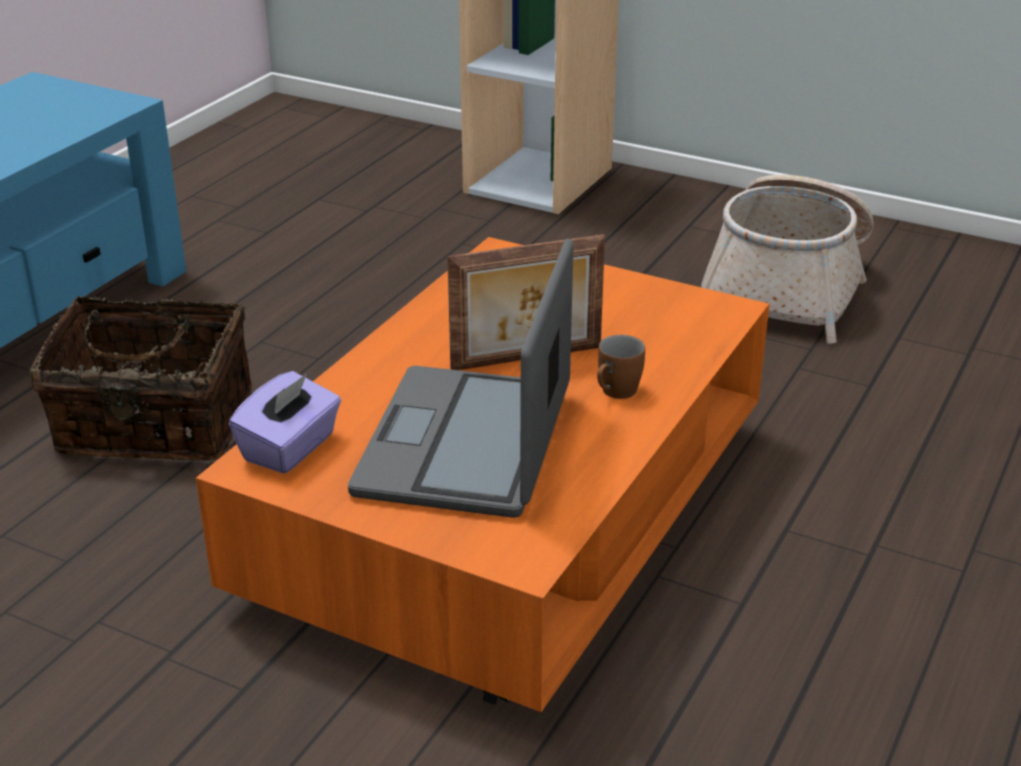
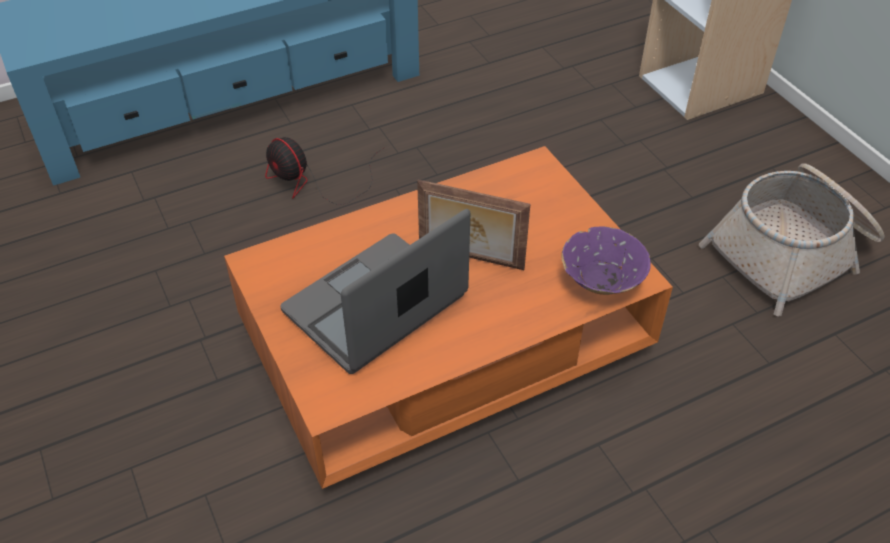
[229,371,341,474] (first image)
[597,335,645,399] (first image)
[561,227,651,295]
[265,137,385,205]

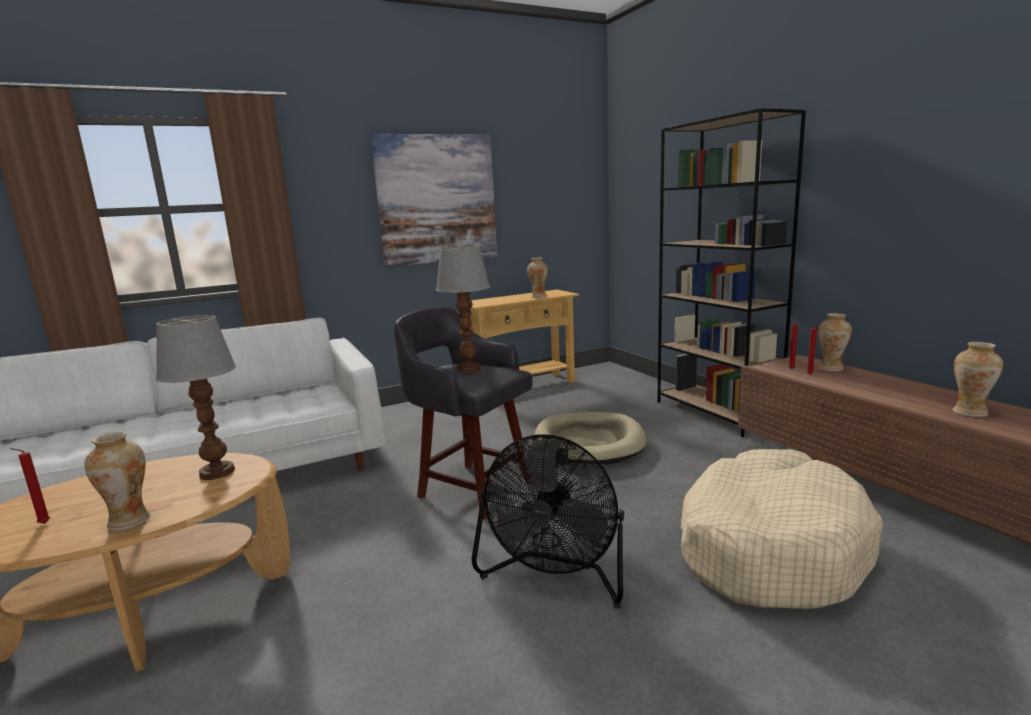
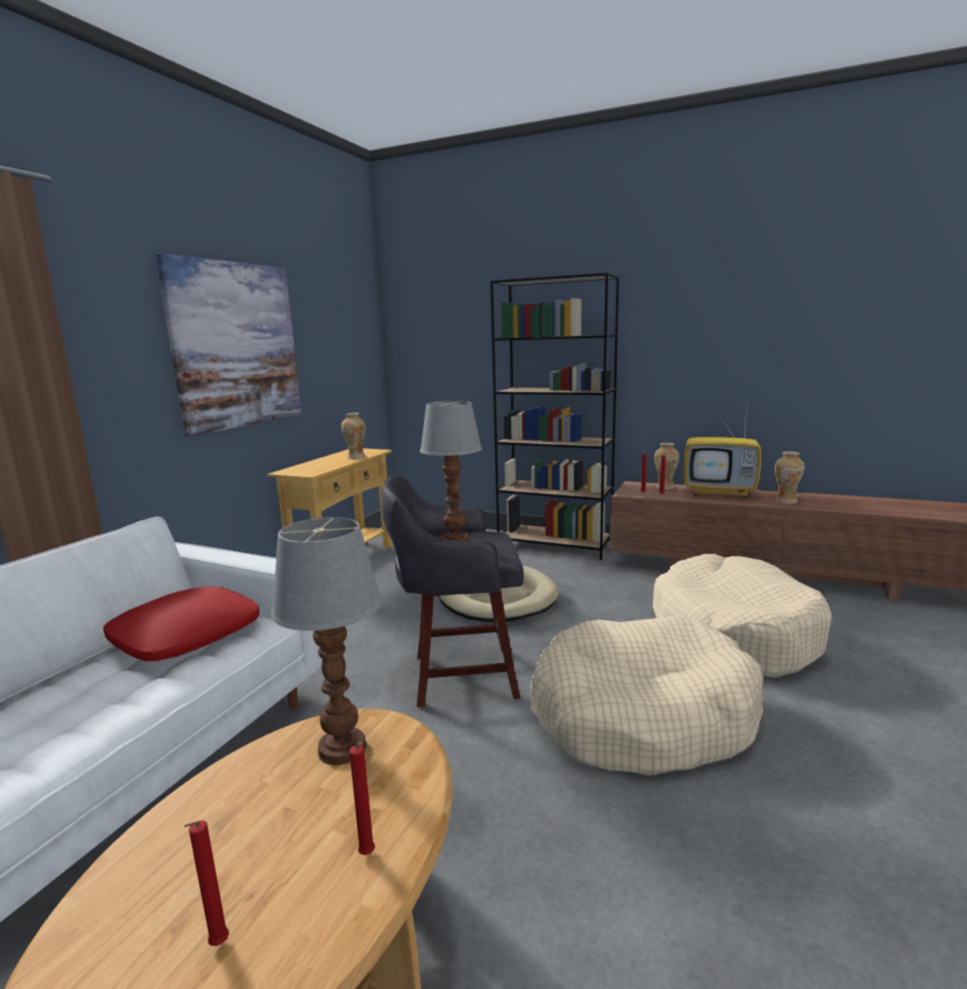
[103,586,260,661]
[684,398,761,498]
[349,743,375,855]
[530,616,763,776]

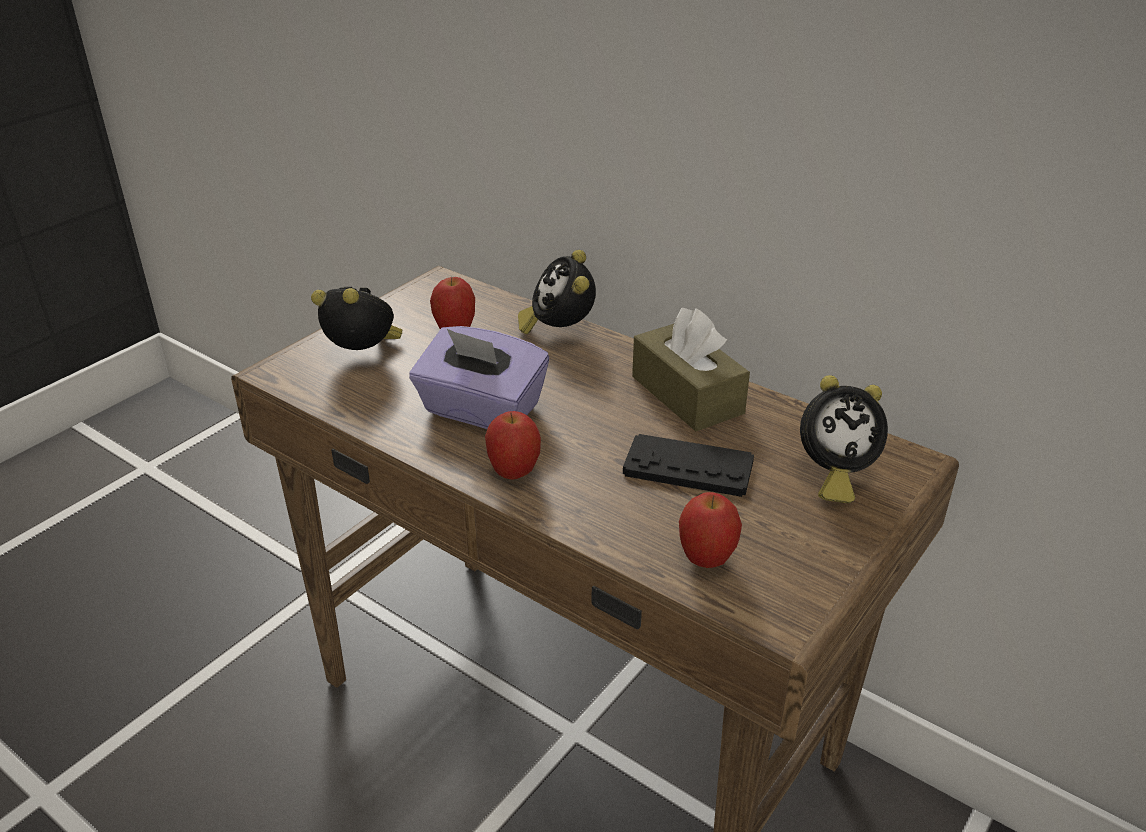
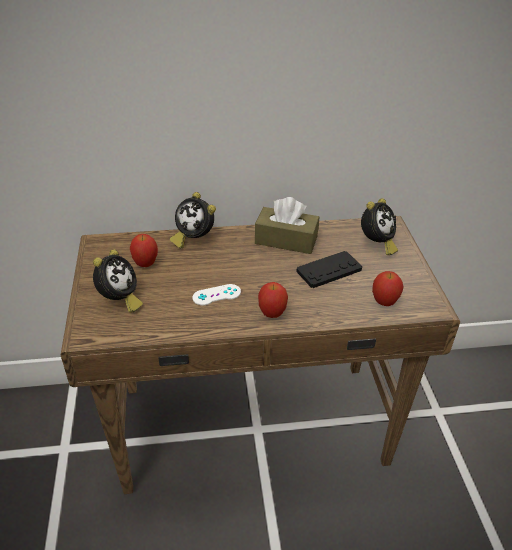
[192,284,241,306]
[93,249,143,313]

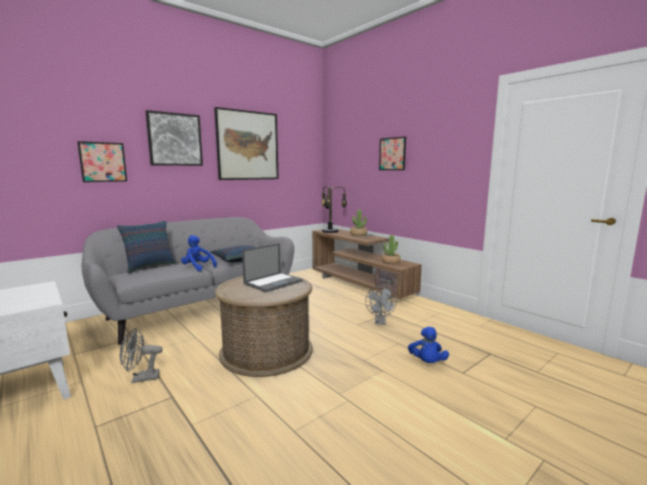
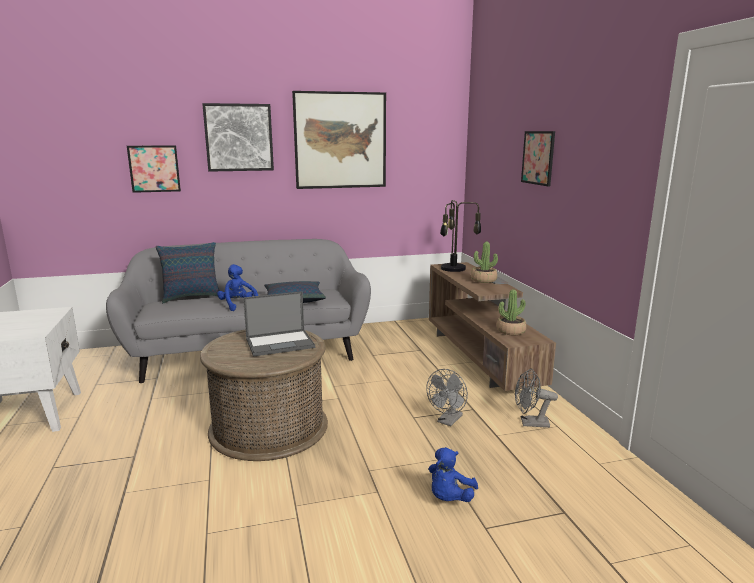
[515,368,558,428]

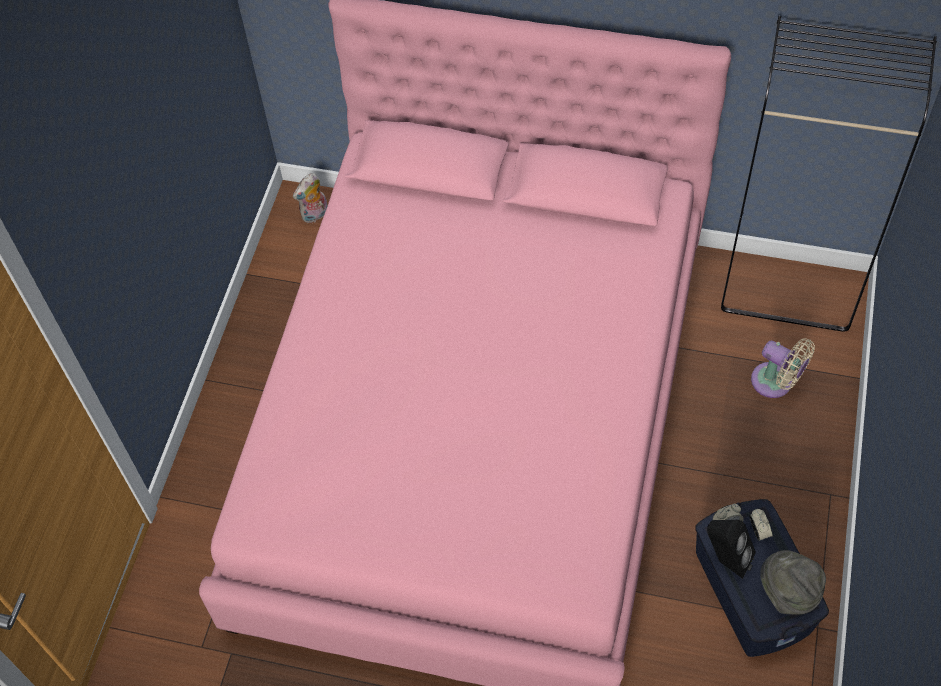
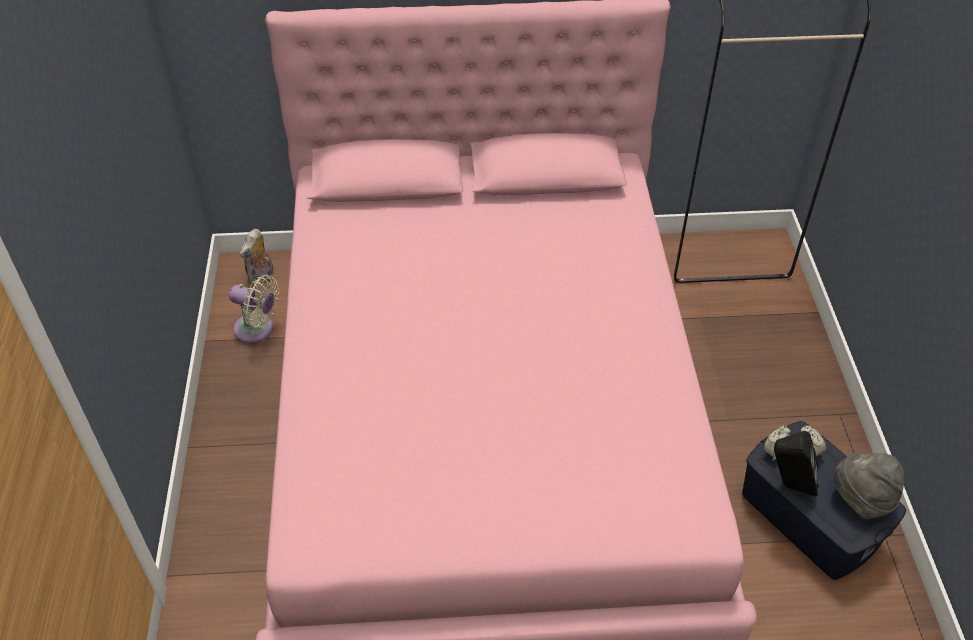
[229,275,279,343]

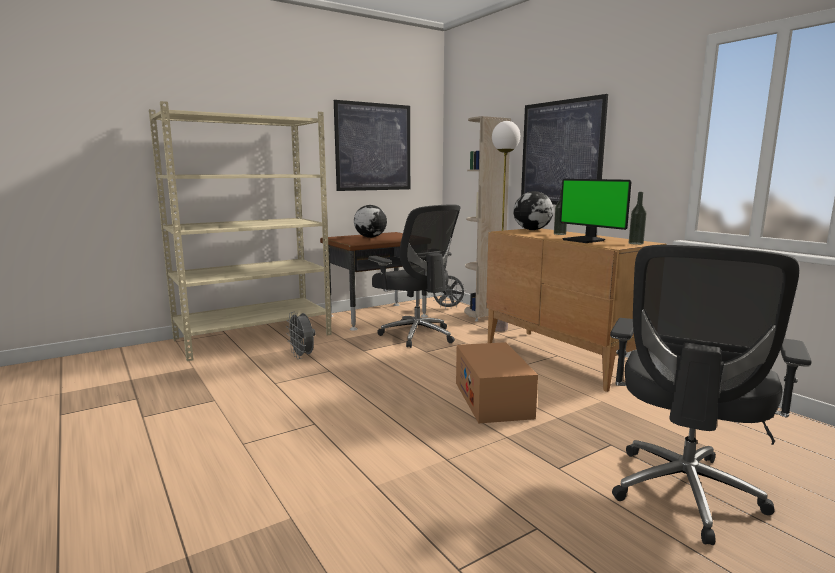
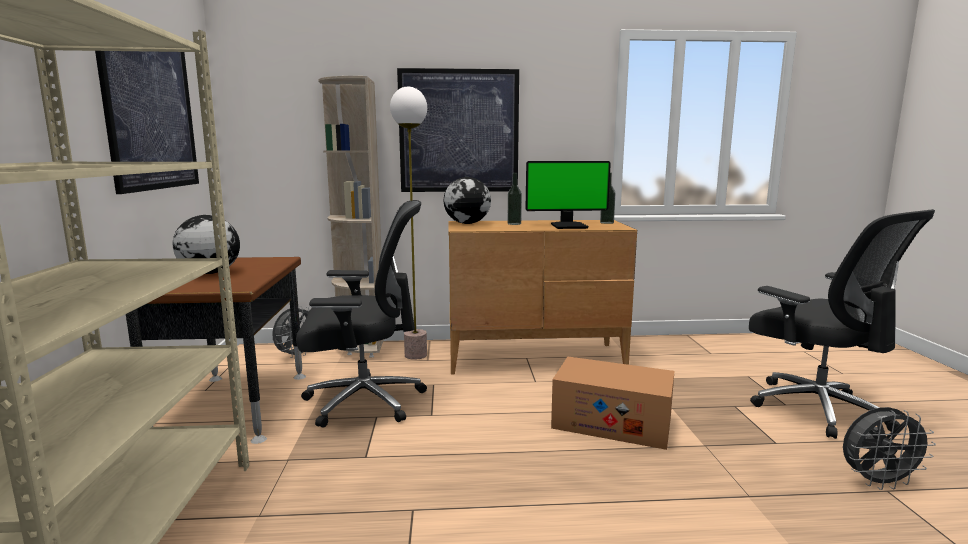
[843,407,936,490]

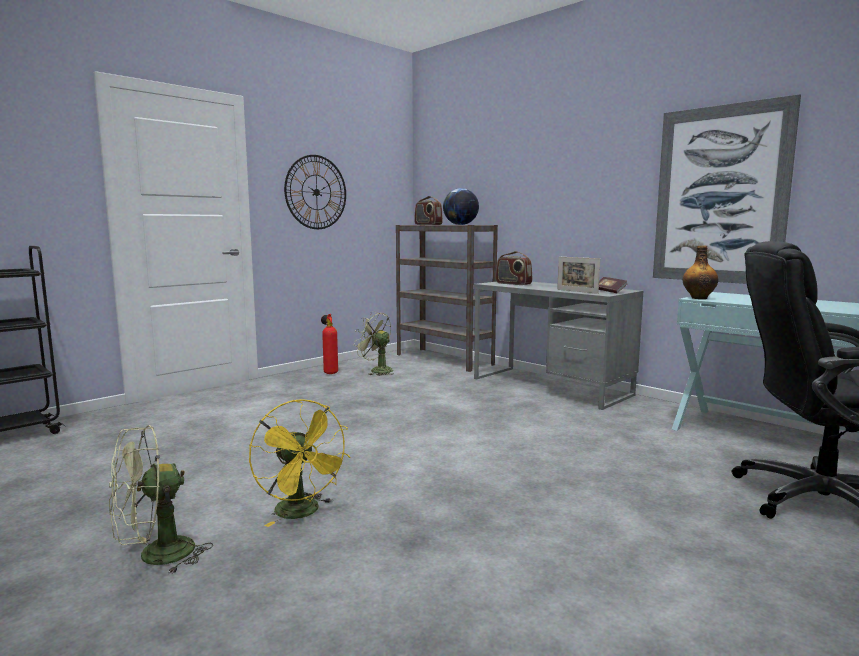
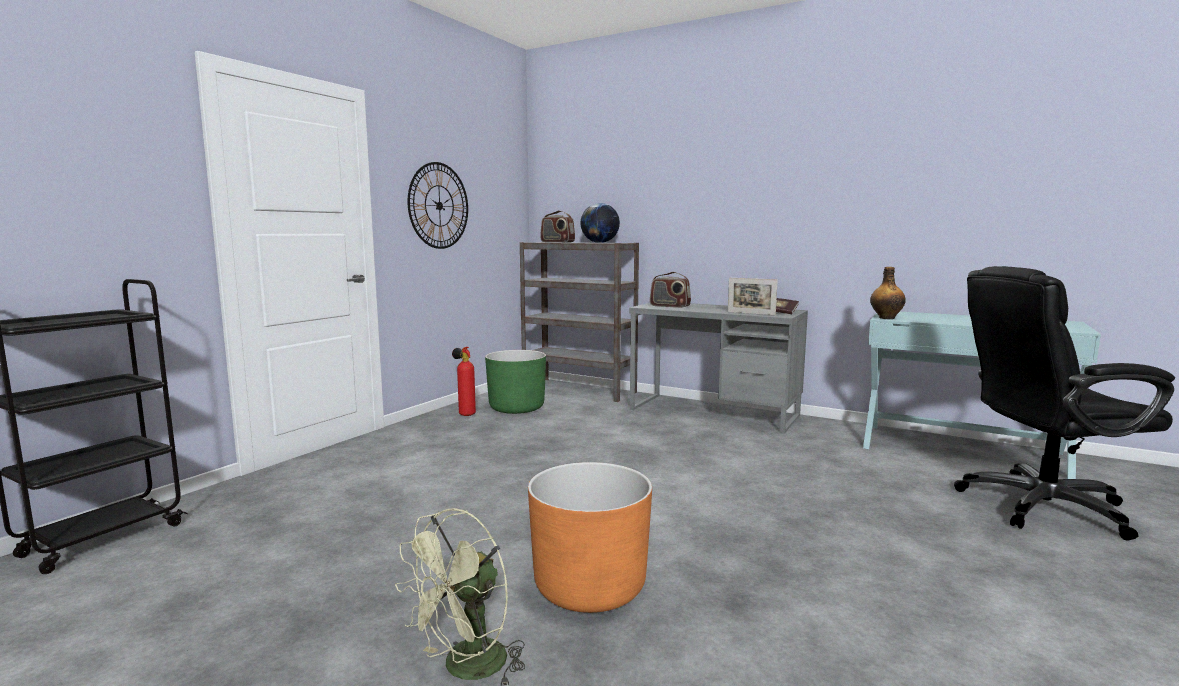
[653,94,801,284] (first image)
[528,462,652,613]
[485,350,546,414]

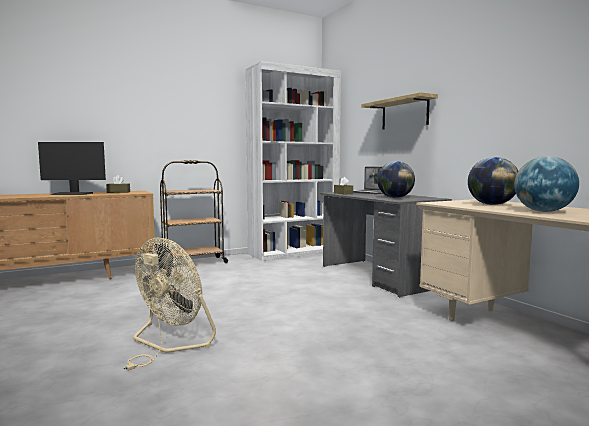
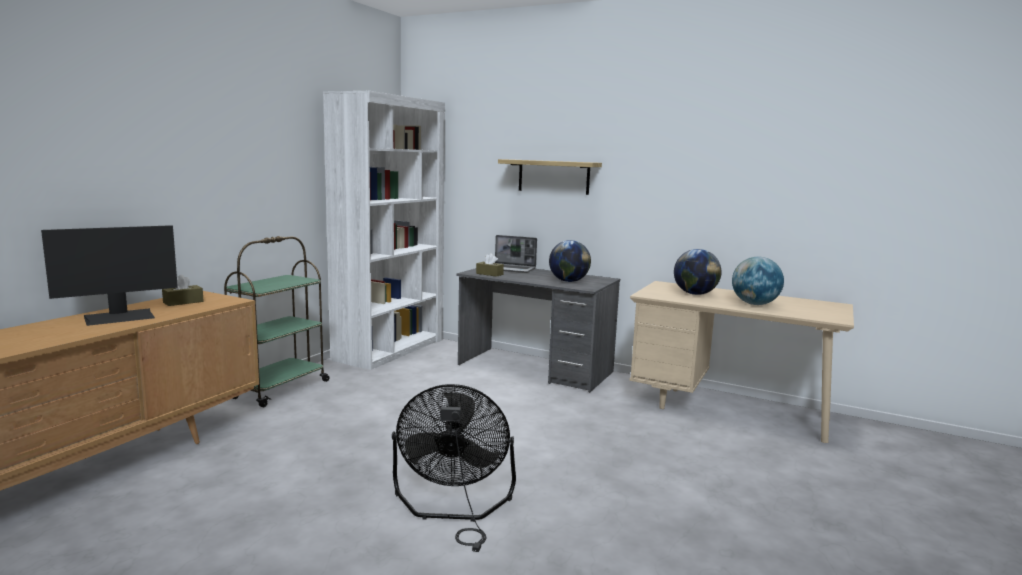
[392,384,516,552]
[224,236,330,407]

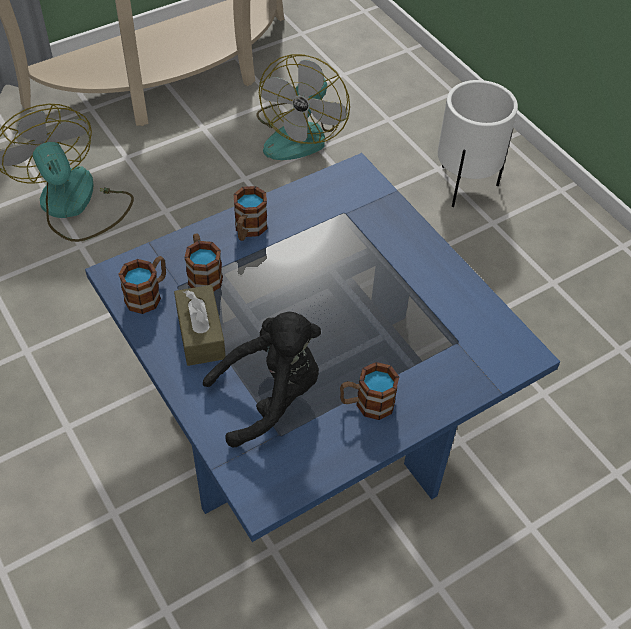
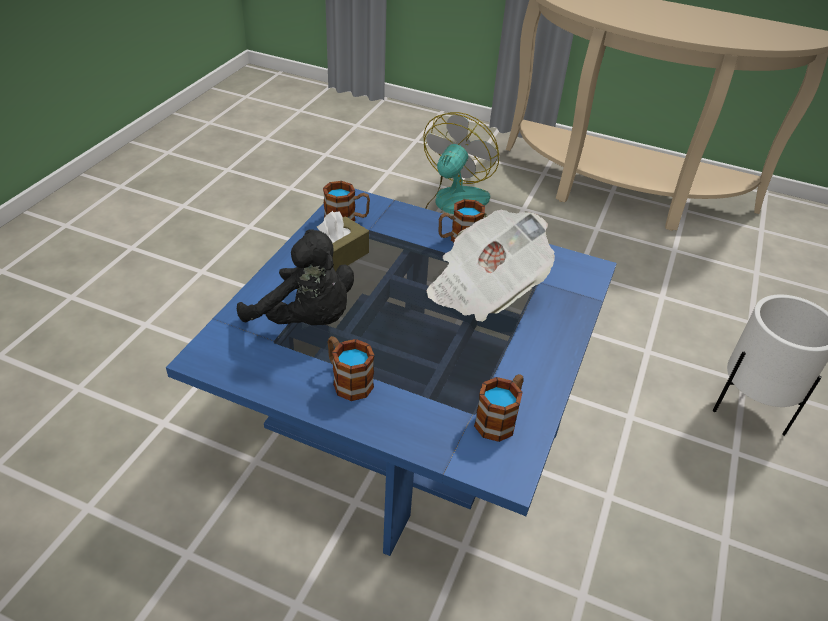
[256,54,350,160] (first image)
[427,210,555,322]
[474,374,523,442]

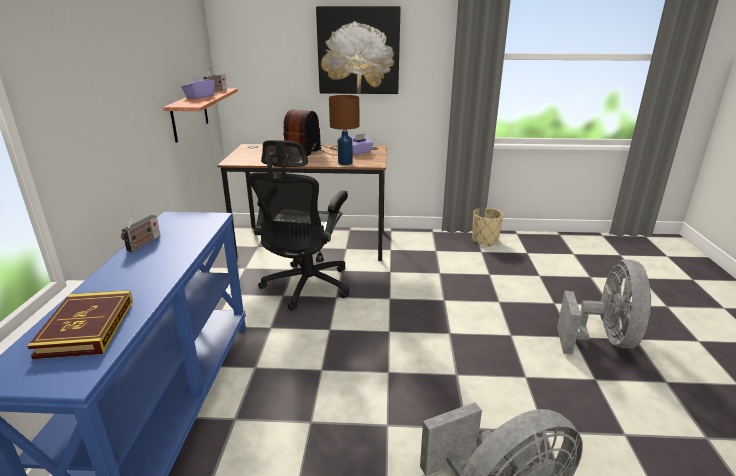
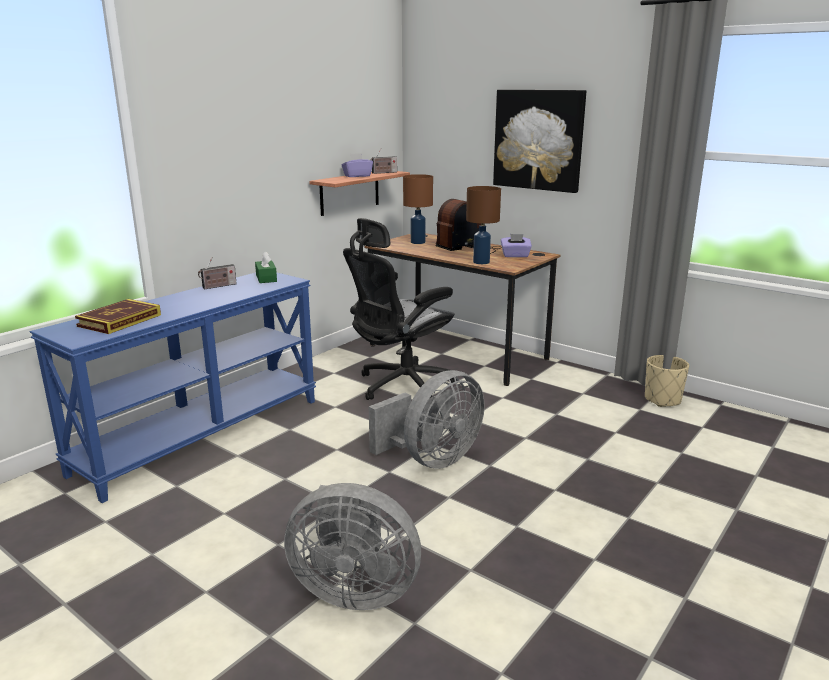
[255,251,277,283]
[403,174,433,244]
[369,370,485,469]

